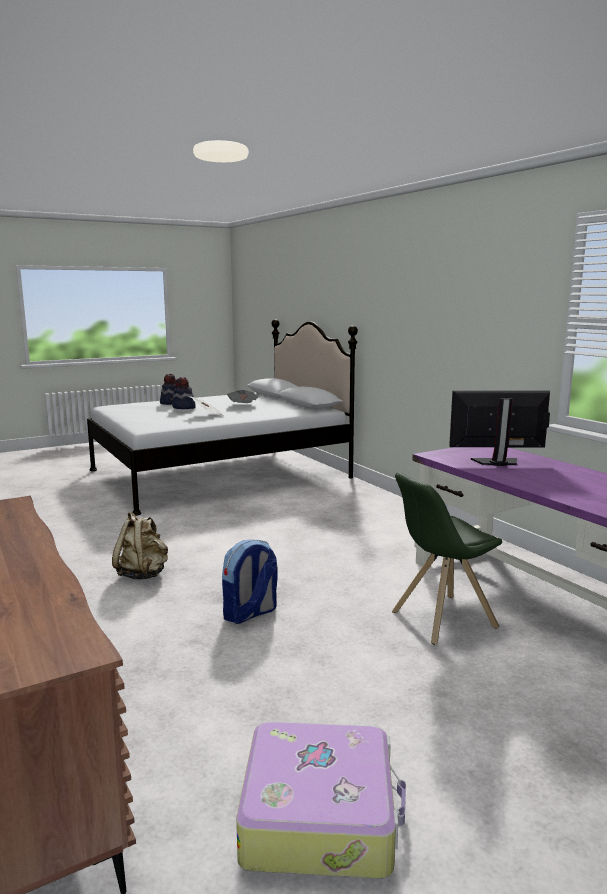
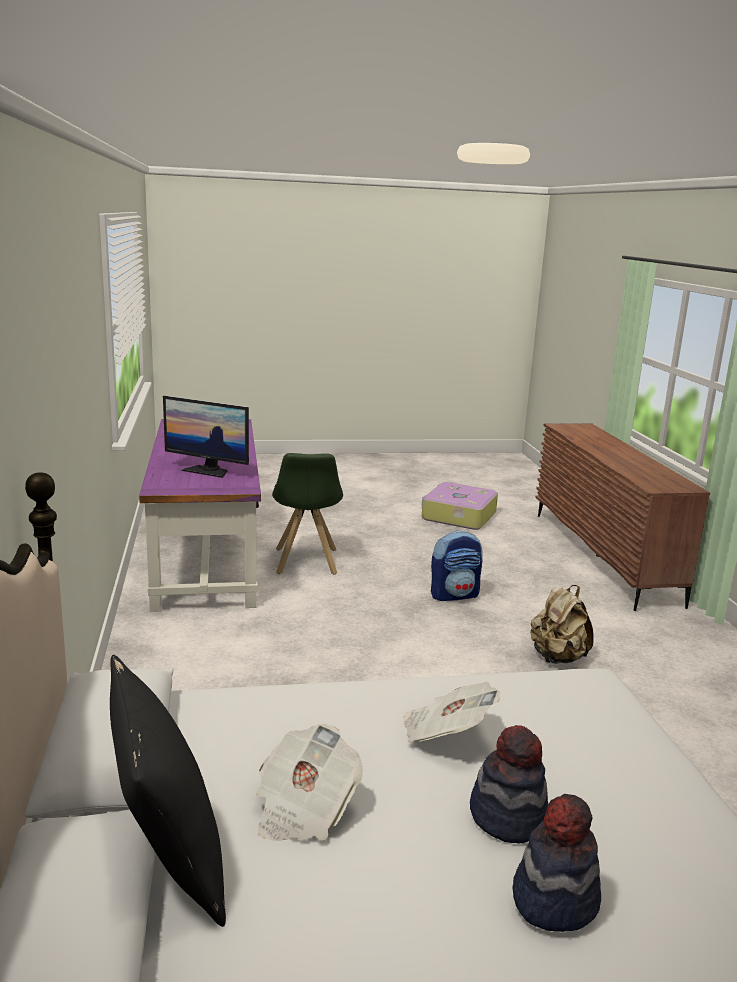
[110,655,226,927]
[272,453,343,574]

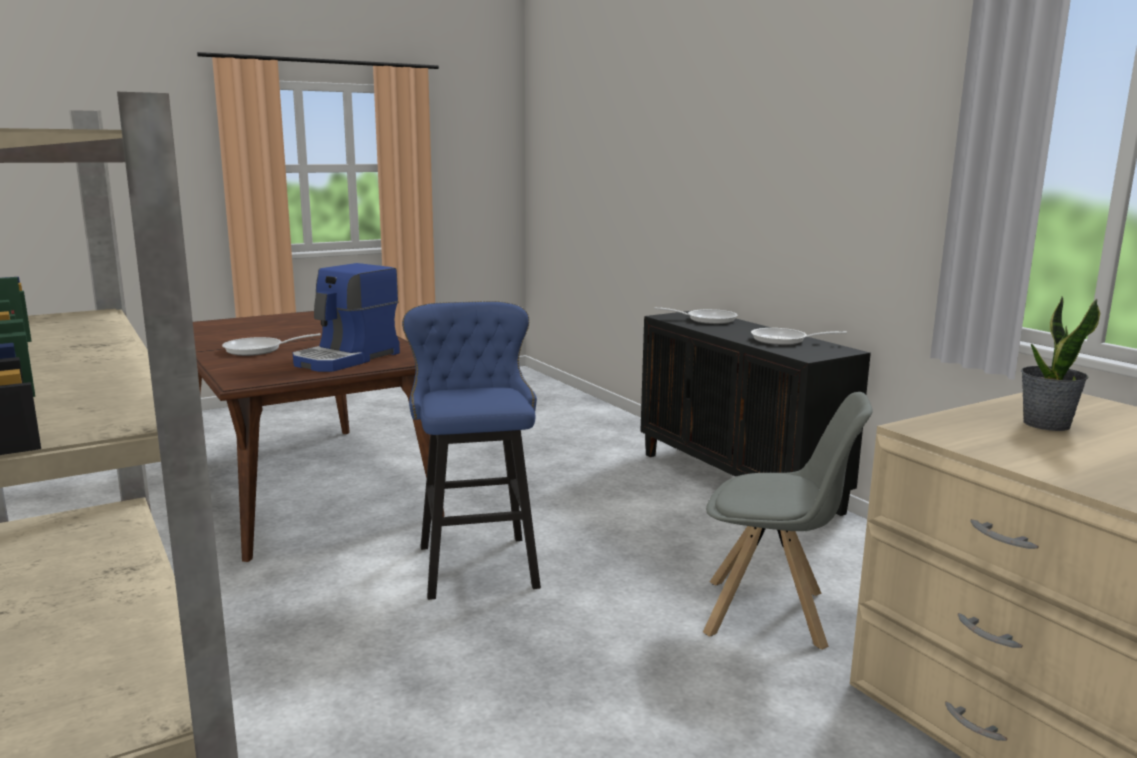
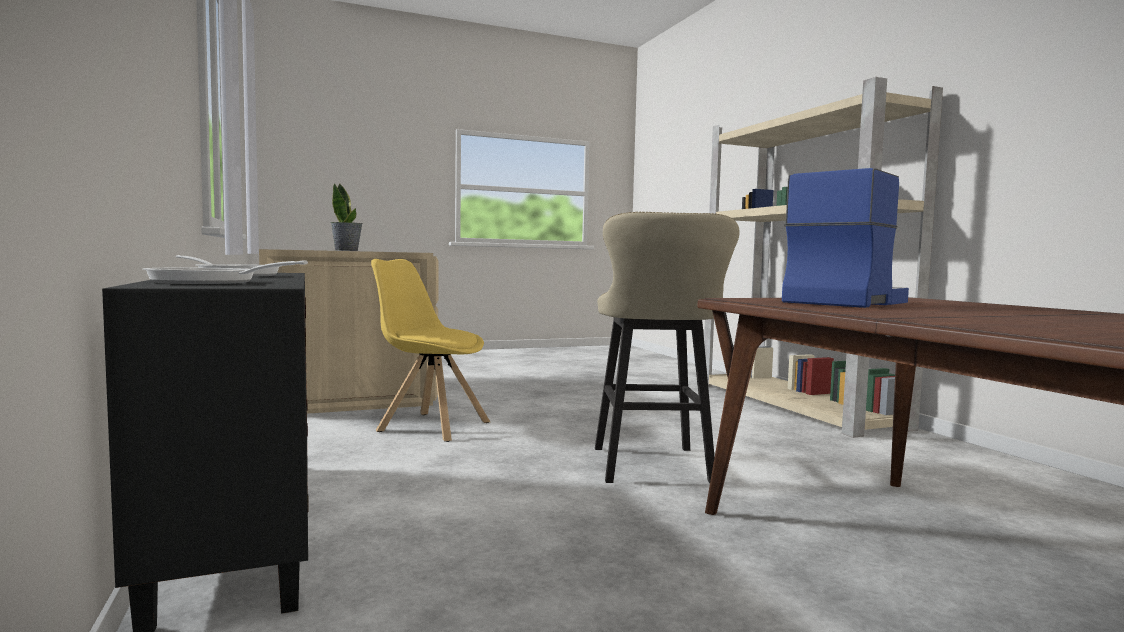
[222,333,321,356] (first image)
[595,212,740,483]
[371,259,490,442]

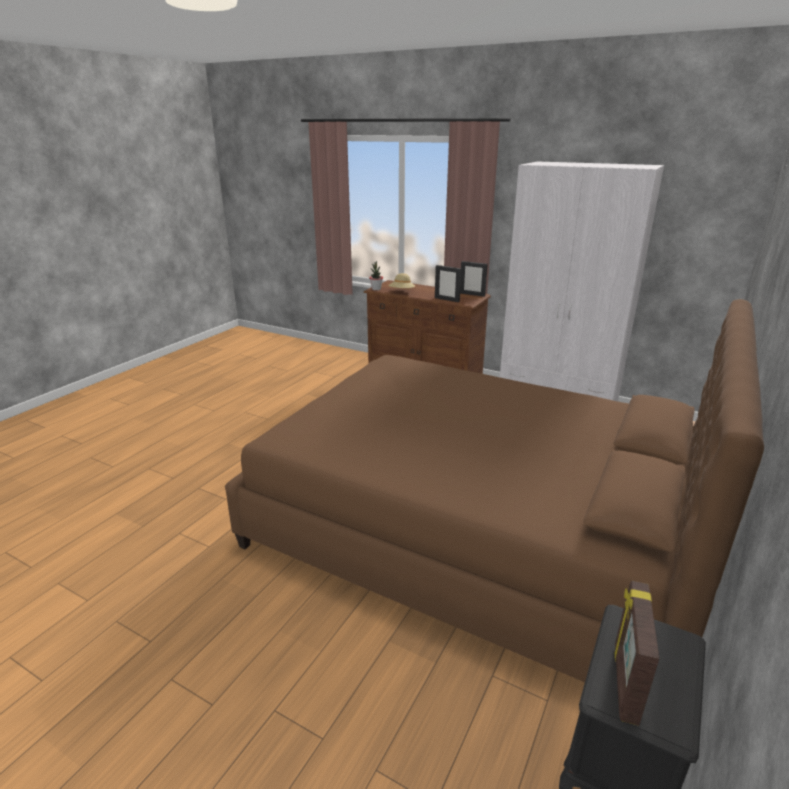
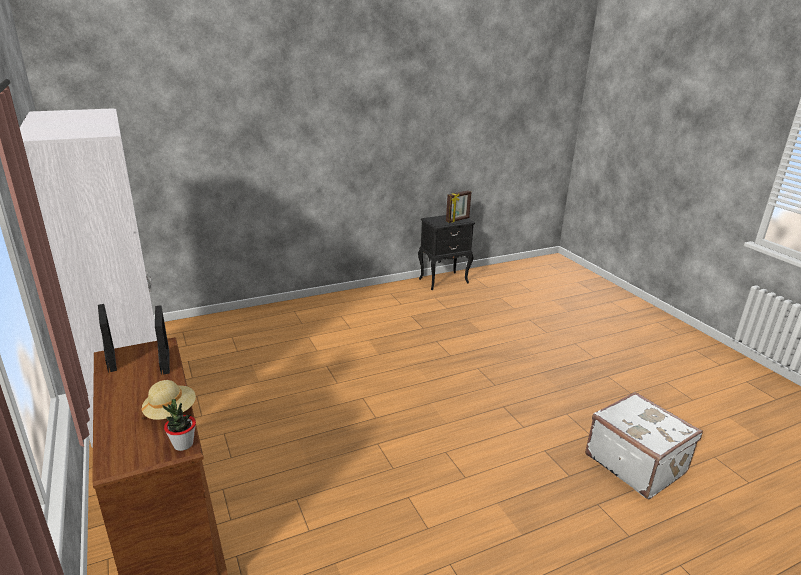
[225,299,764,682] (first image)
[585,392,703,499]

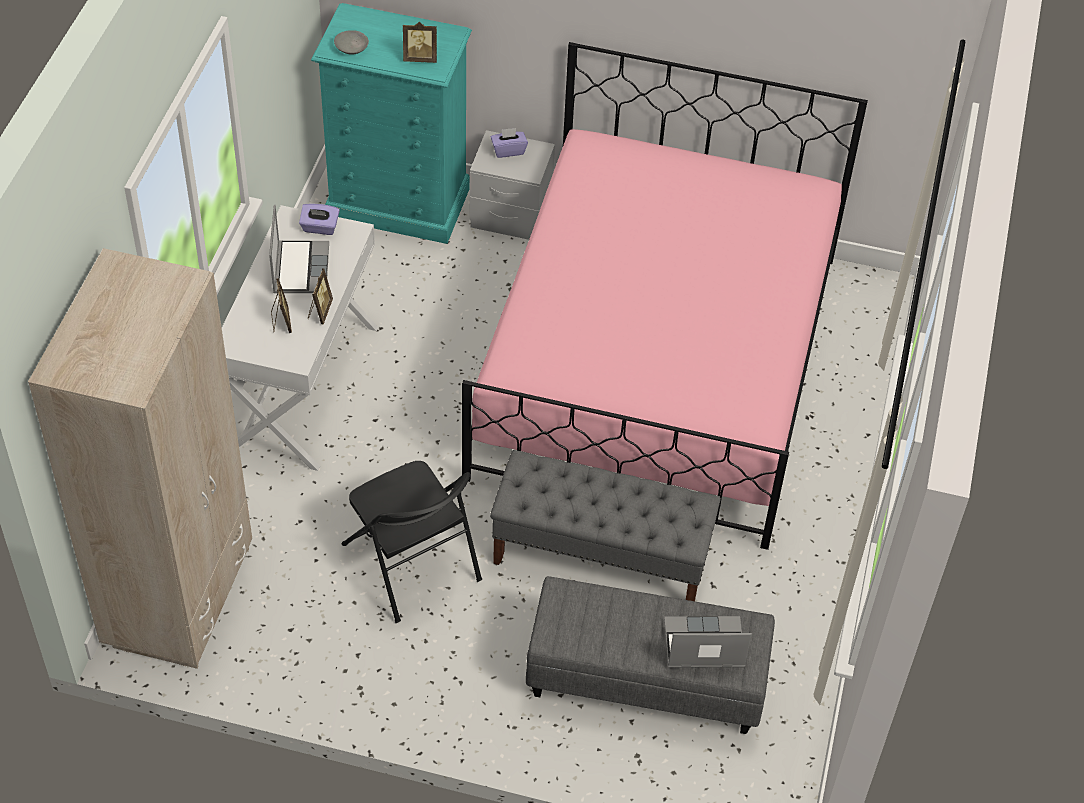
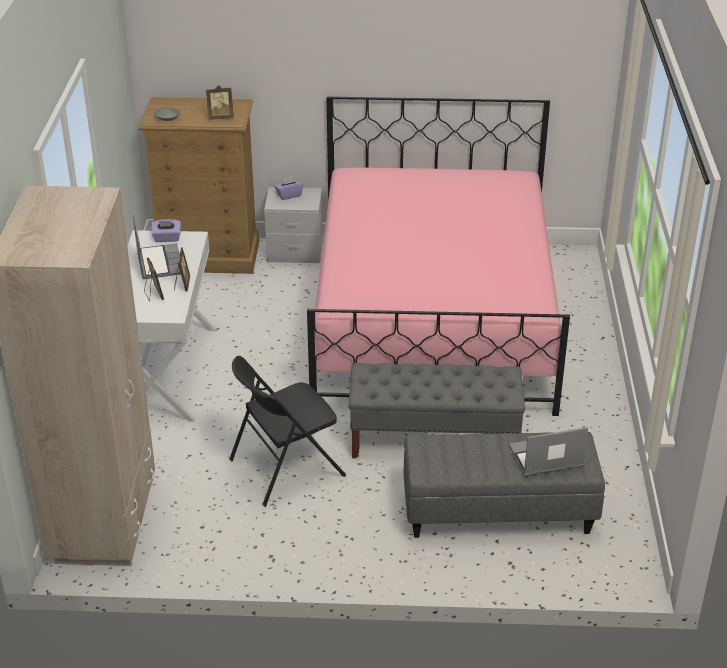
[139,97,259,274]
[229,356,346,507]

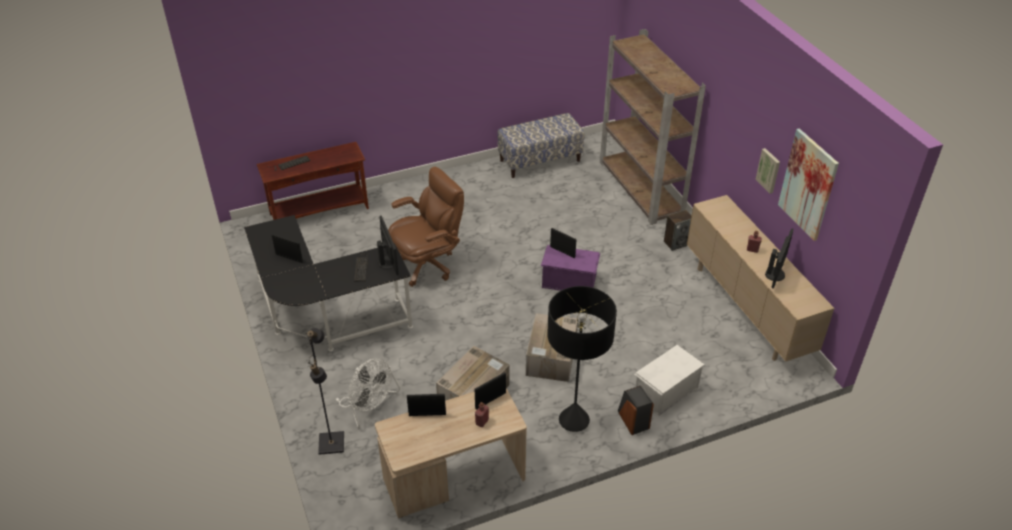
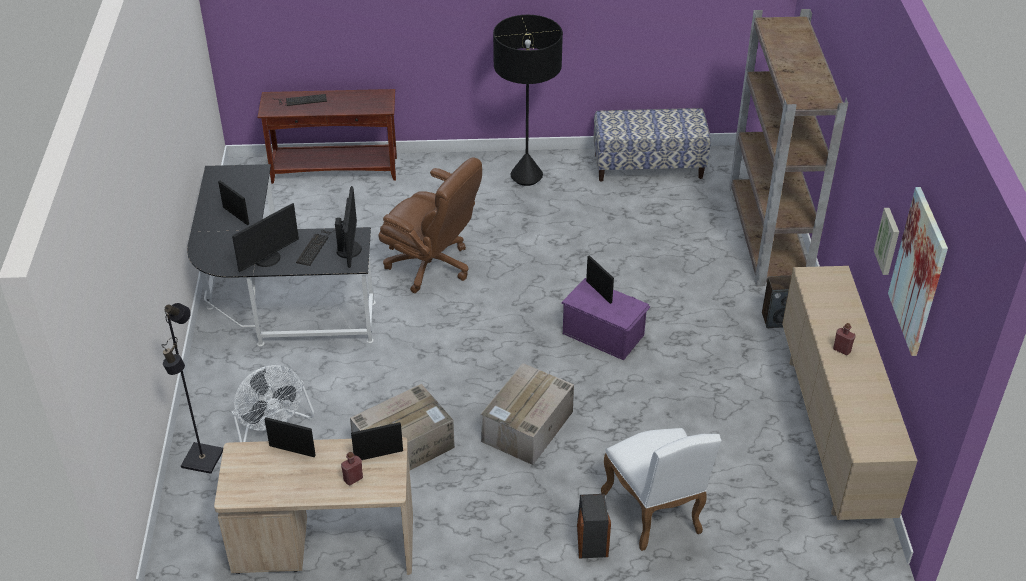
[493,15,563,186]
[232,203,299,272]
[601,428,721,551]
[378,157,482,293]

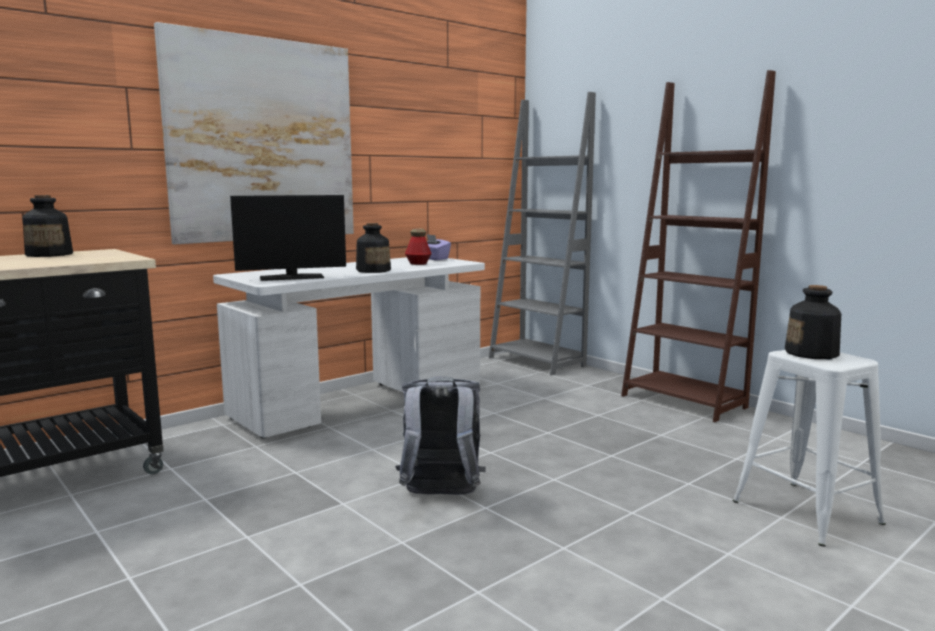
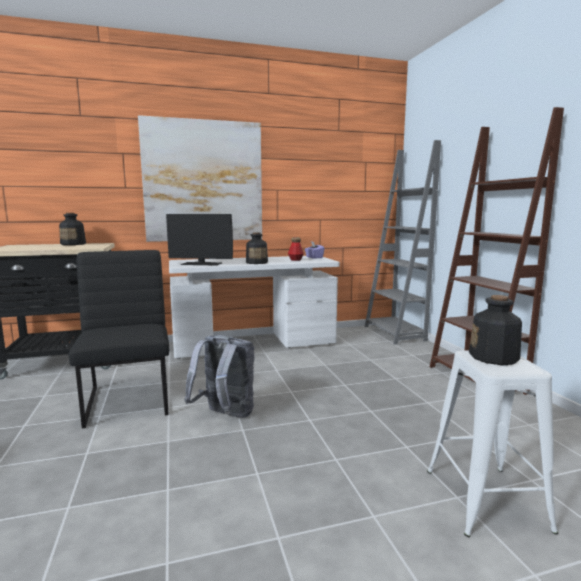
[69,250,169,428]

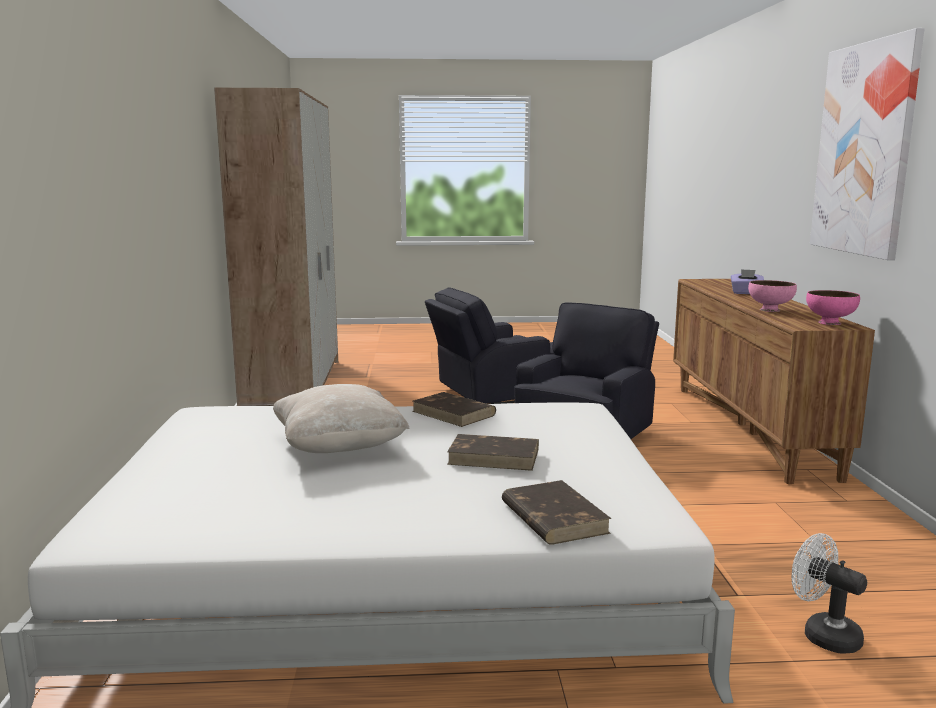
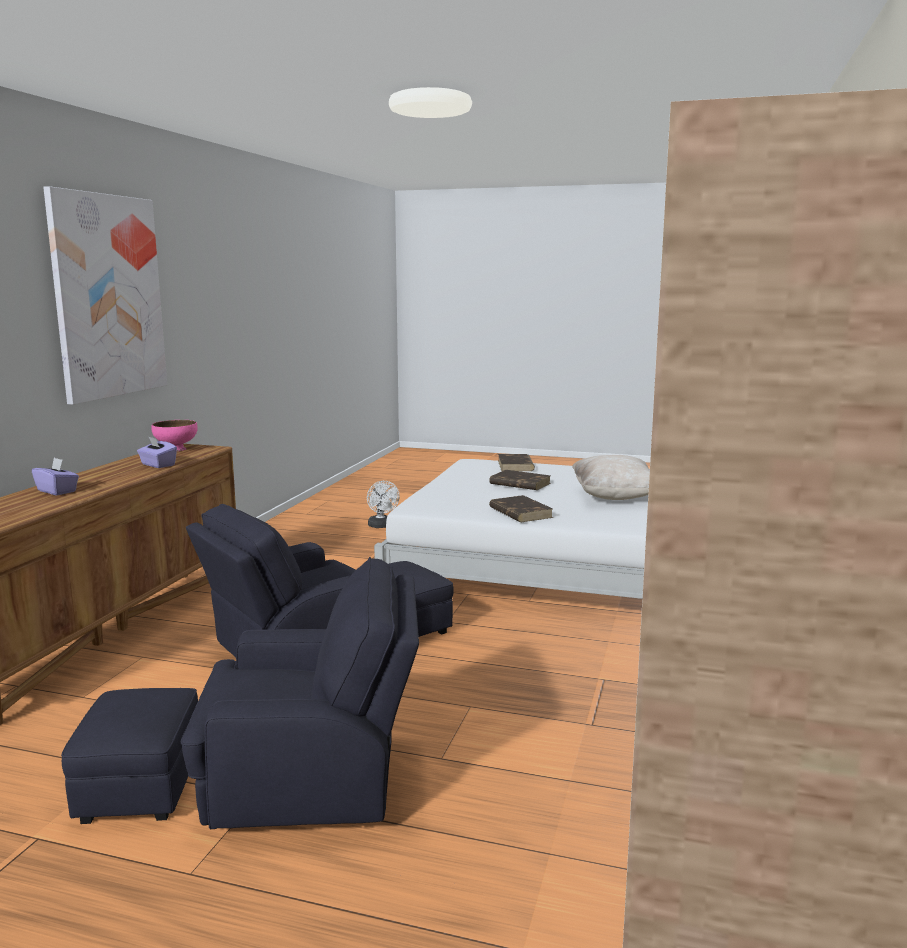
[137,436,177,468]

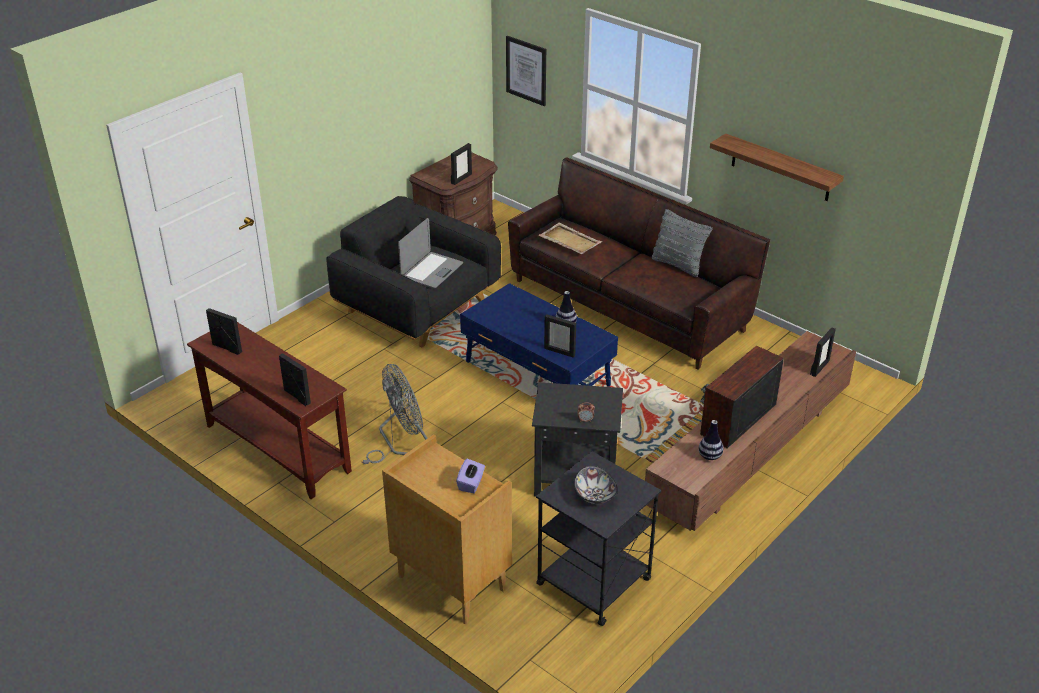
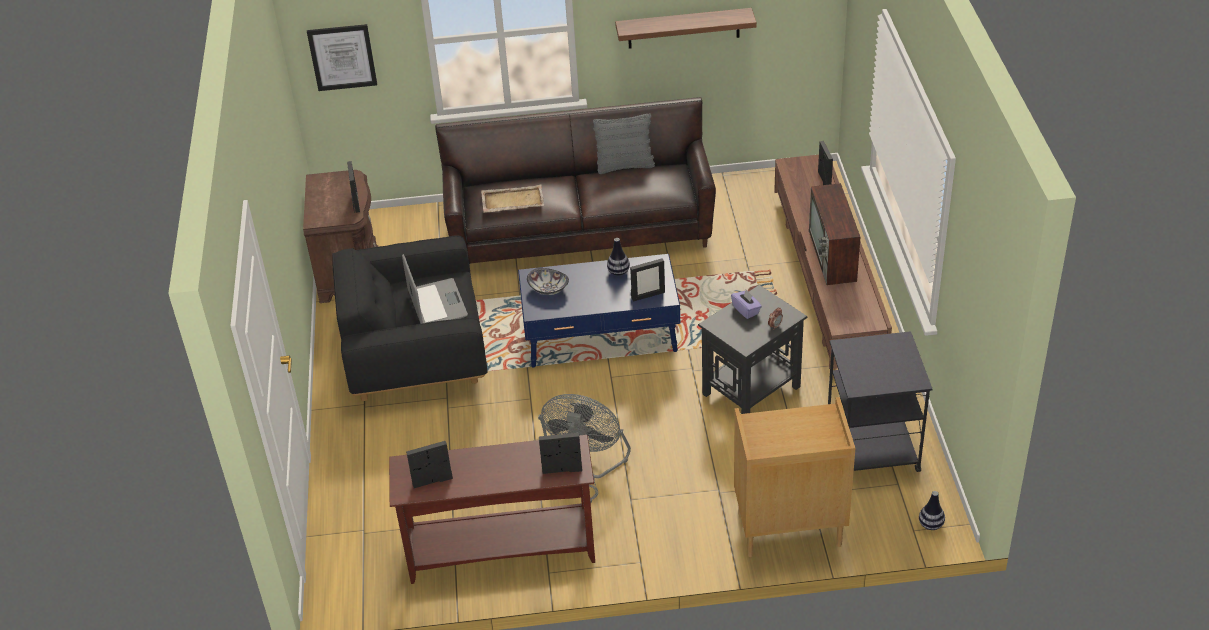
[731,290,762,319]
[527,268,569,295]
[919,491,945,530]

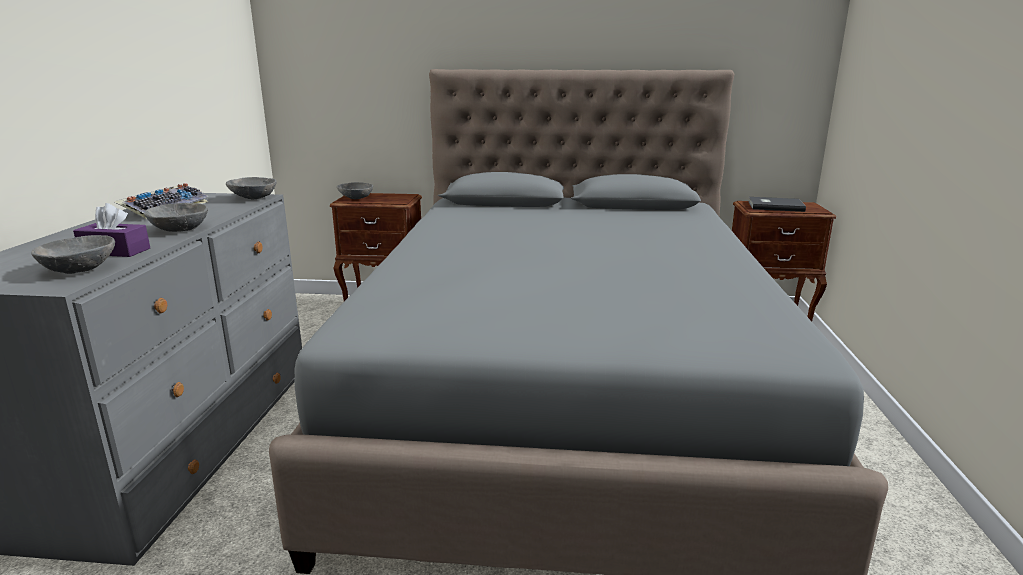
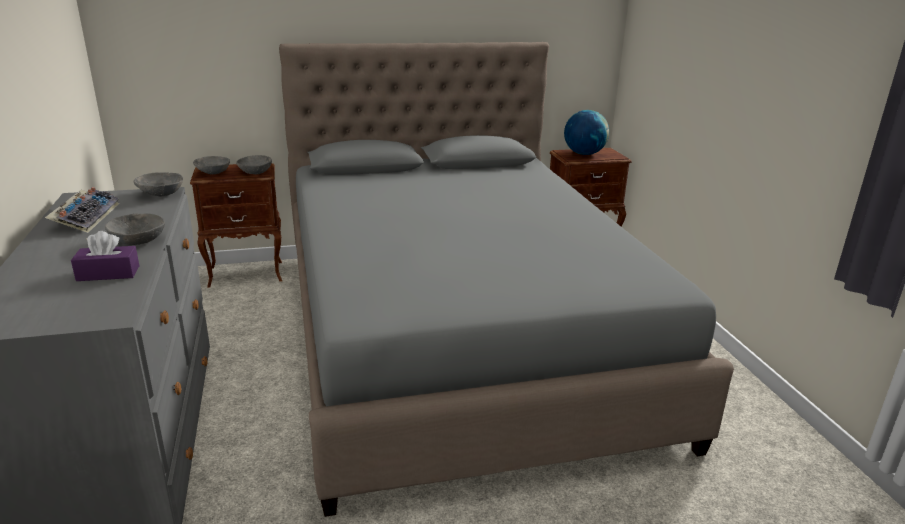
[236,155,272,174]
[564,110,609,155]

